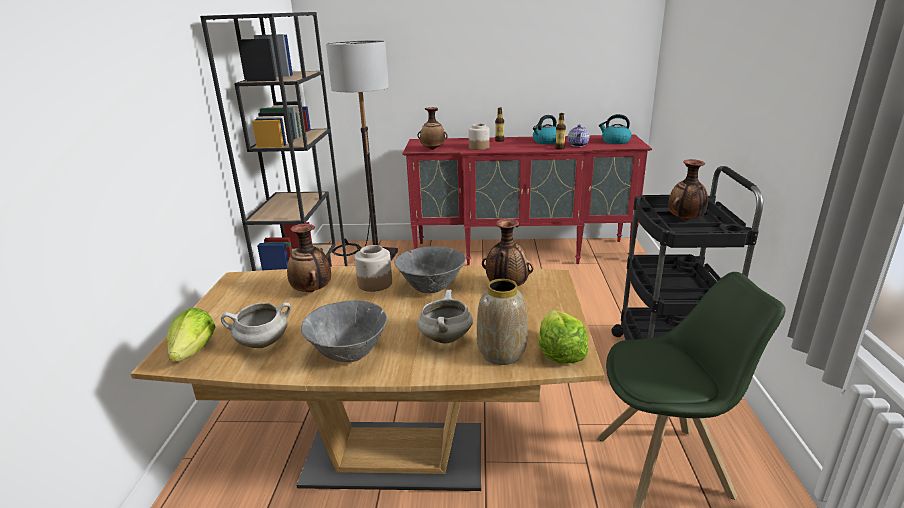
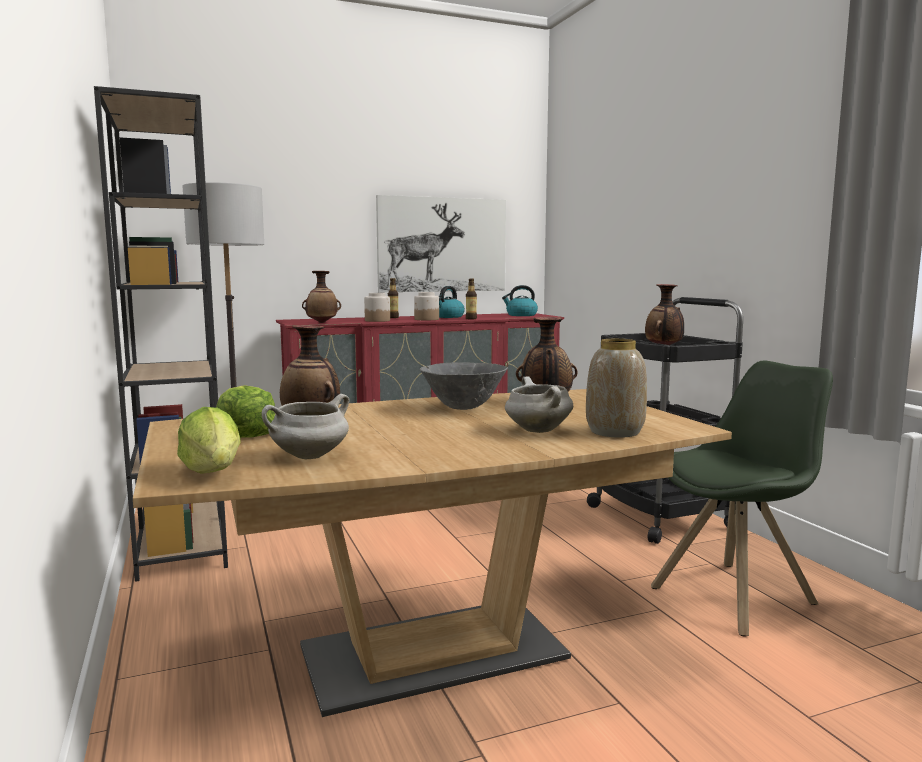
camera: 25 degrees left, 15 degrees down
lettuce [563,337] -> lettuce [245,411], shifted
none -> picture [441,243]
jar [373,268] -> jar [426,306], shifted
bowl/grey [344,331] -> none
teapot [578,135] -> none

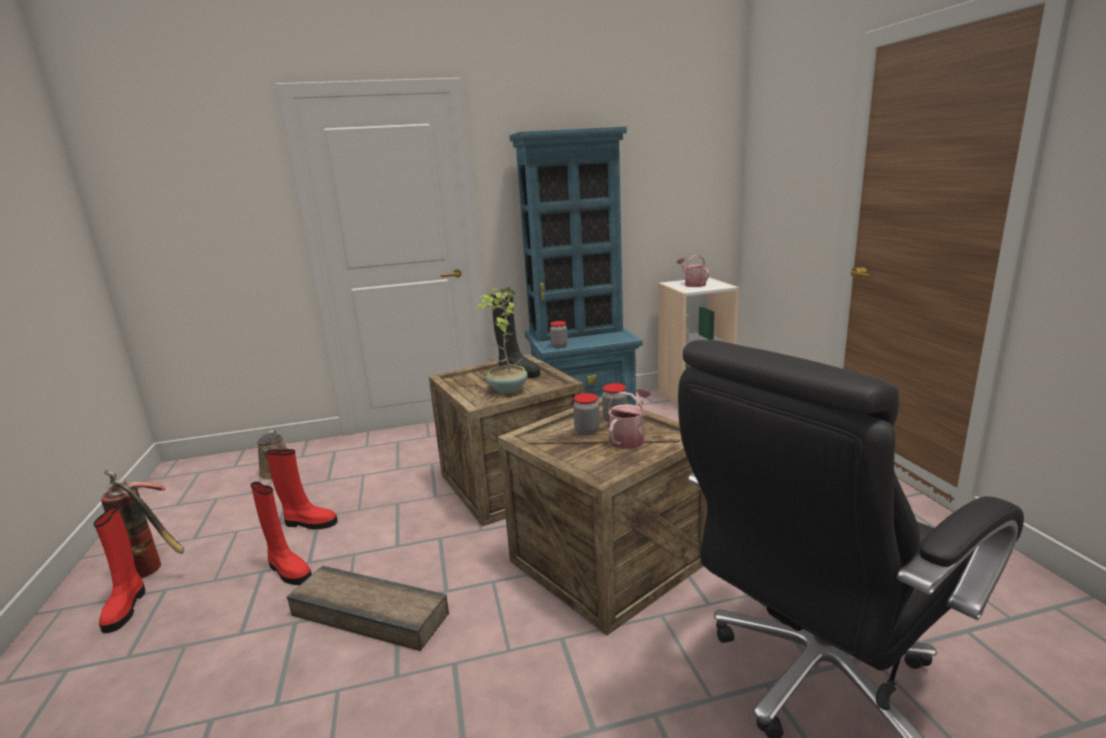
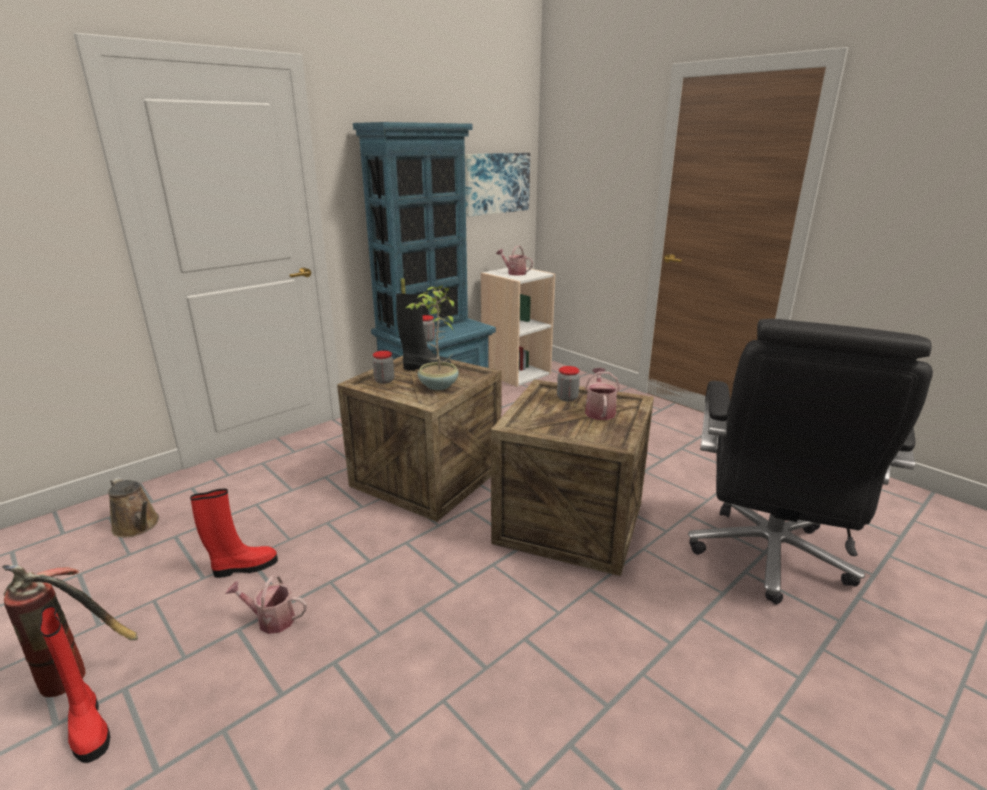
camera: 30 degrees left, 5 degrees up
boot/red [281,533] -> watering can [266,604]
jar [586,414] -> jar [383,367], shifted
none -> picture [497,184]
crate [368,608] -> none

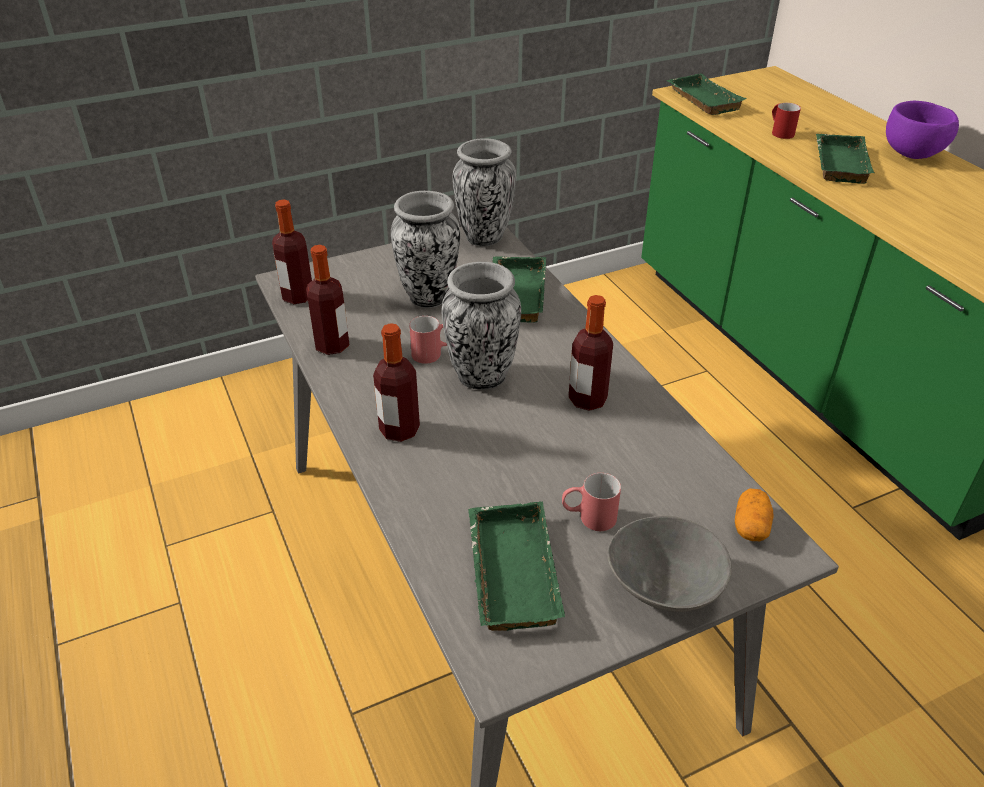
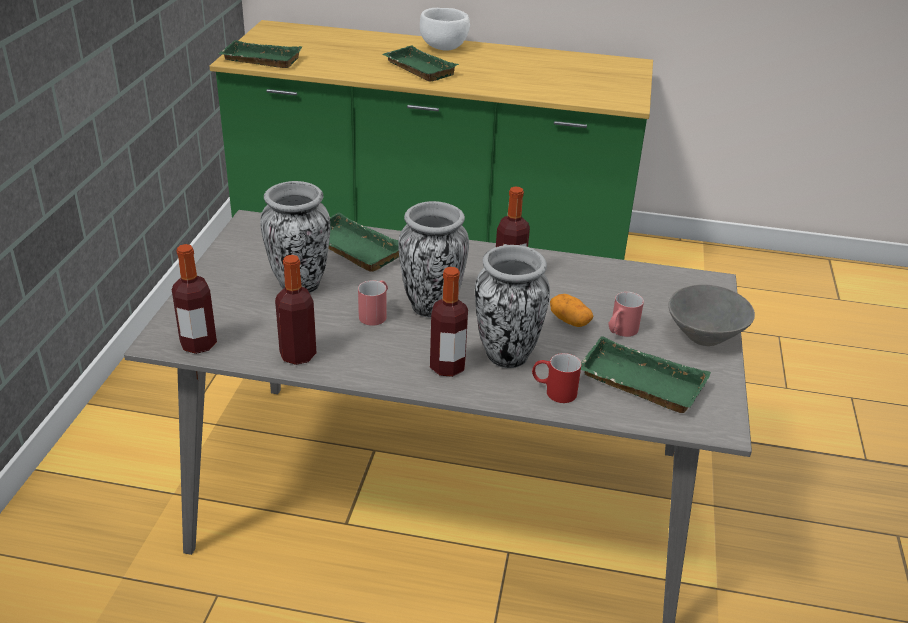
camera: 55 degrees left, 5 degrees down
bowl/purple [922,130] -> bowl/white [445,29]
vase [484,192] -> vase [512,306], shifted
mug/red [786,121] -> mug/red [556,378], shifted
potato [754,515] -> potato [571,310], shifted

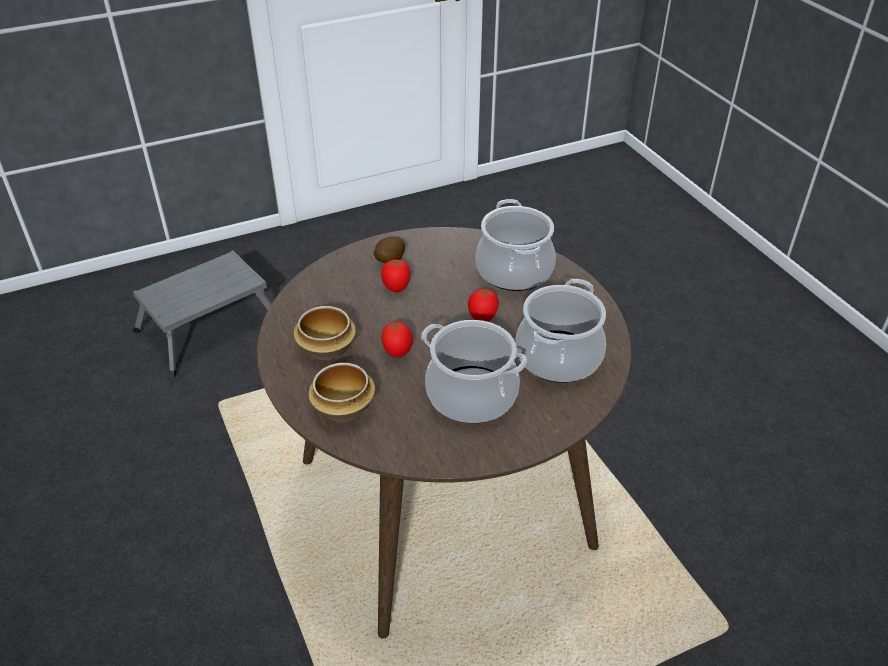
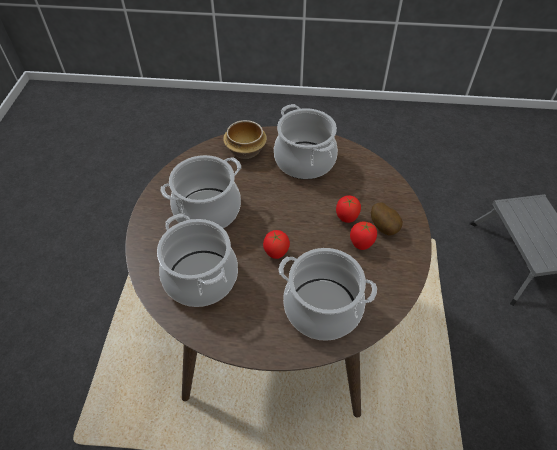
camera: 120 degrees right, 10 degrees up
bowl [325,333] -> cooking pot [306,141]
tomato [397,340] -> tomato [363,235], shifted

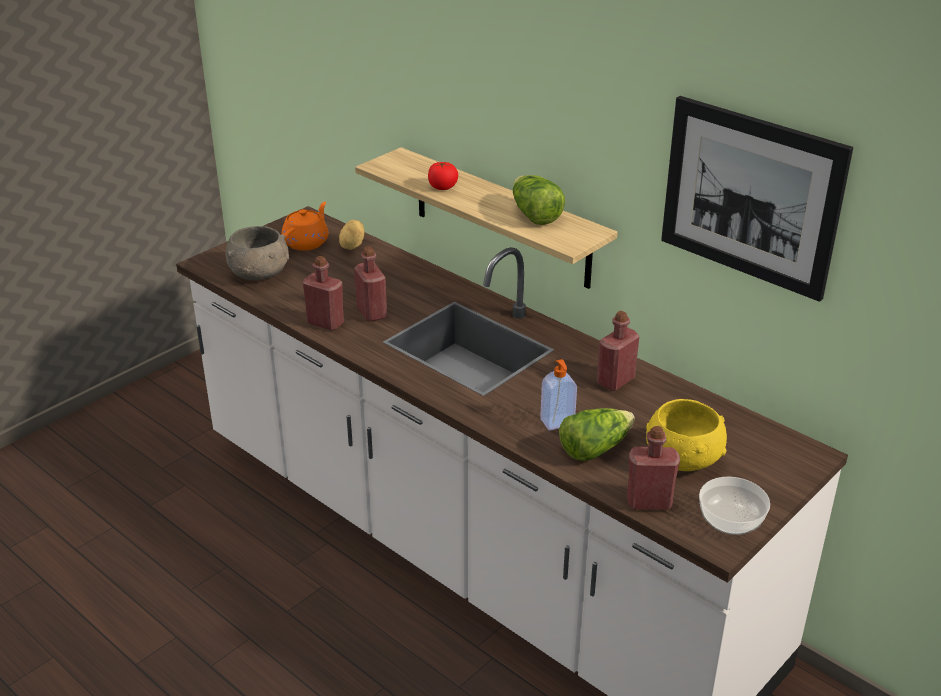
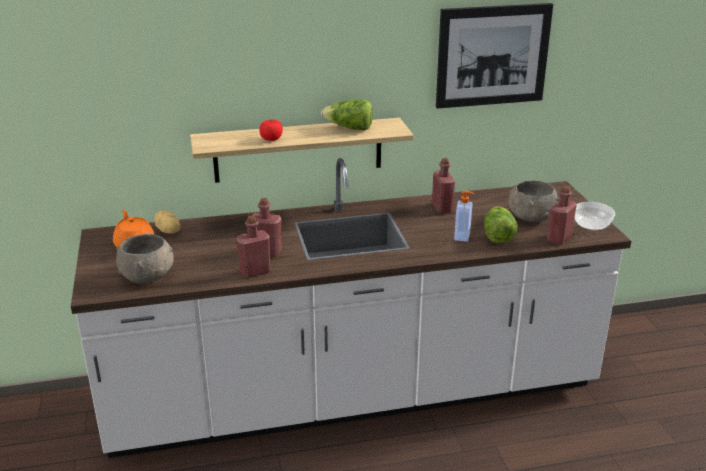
camera: 55 degrees left, 5 degrees down
bowl/yellow [686,435] -> bowl/grey [533,201]

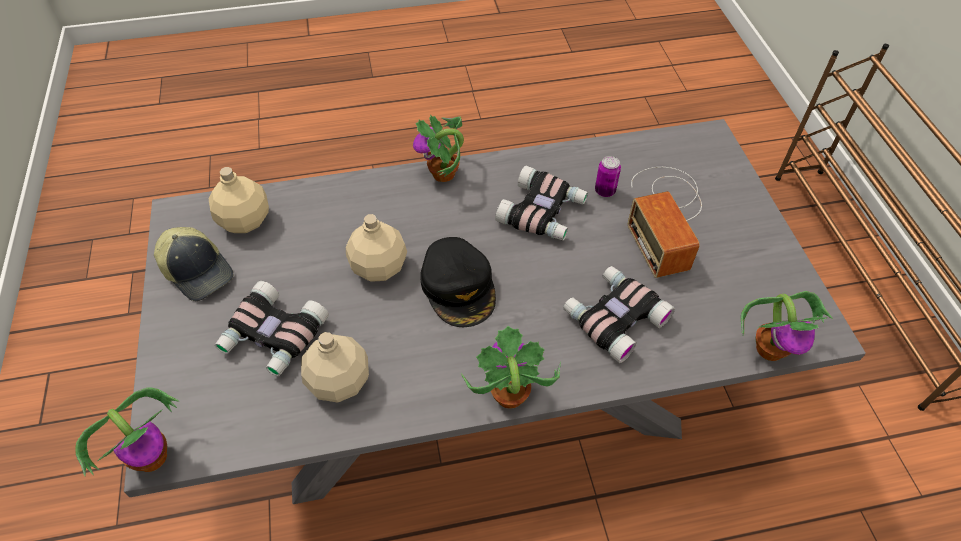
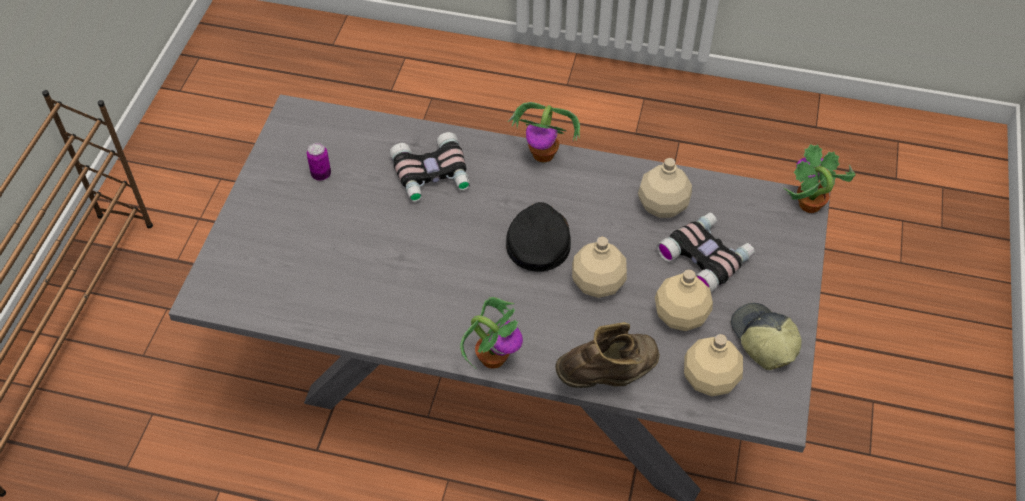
camera: 155 degrees left, 0 degrees up
can [608,176] -> can [319,162], shifted
none -> boot/brown [607,355]
none -> bottle/beige [684,300]
binoculars [541,203] -> none
radio [665,222] -> none
potted plant [786,326] -> none

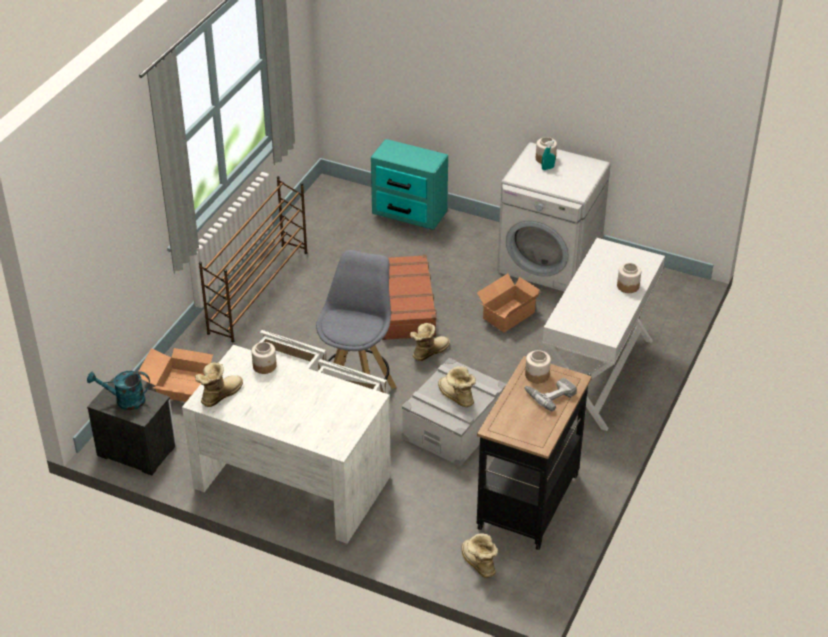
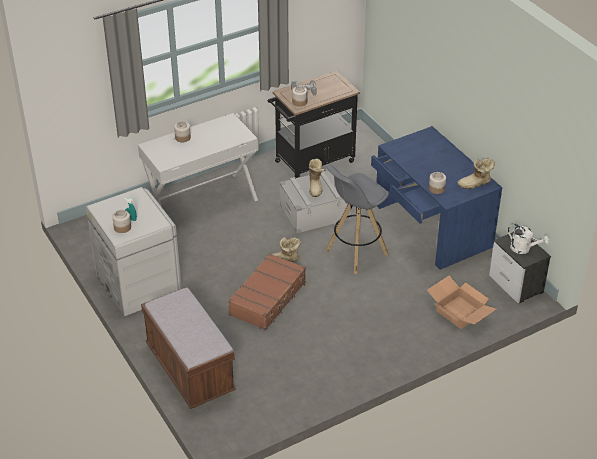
camera: 145 degrees left, 0 degrees up
nightstand/turquoise [409,184] -> bench/brown [188,348]
desk/white [286,437] -> desk/blue [436,198]
watering can/turquoise [118,390] -> watering can/white [529,238]
shoe rack/brown [253,259] -> none
boot [479,555] -> none
cardboard box [508,303] -> none

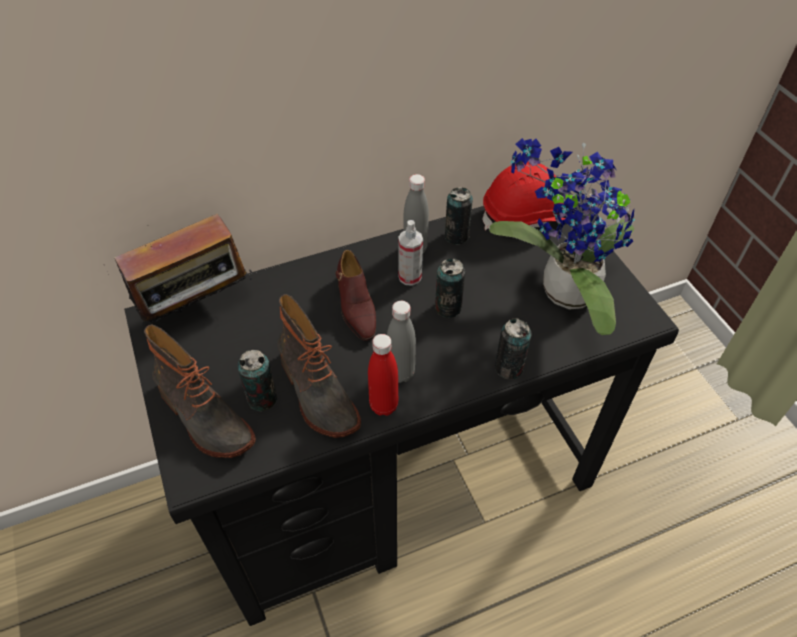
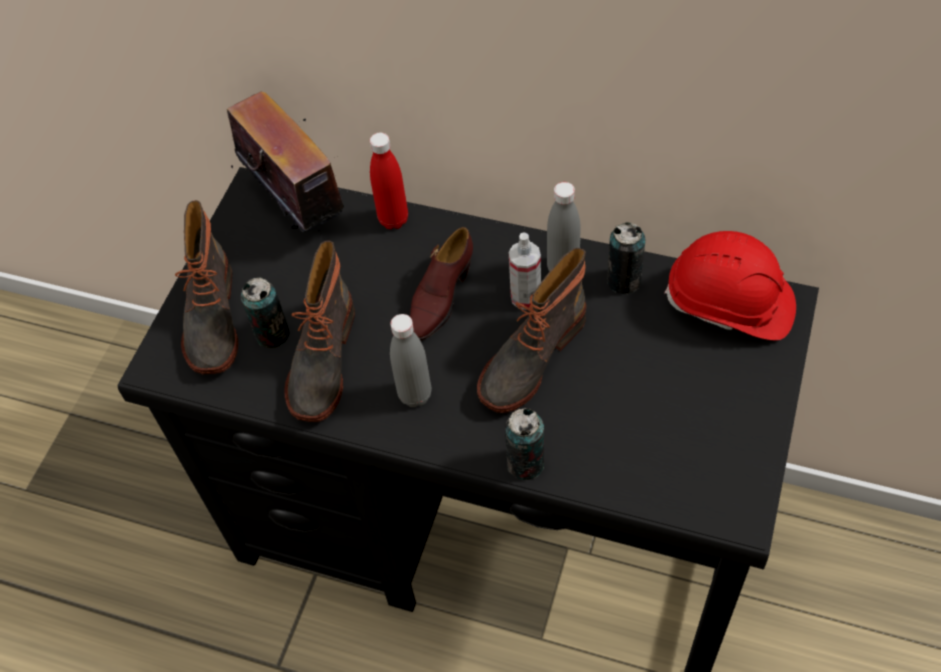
camera: 45 degrees right, 5 degrees up
radio [183,269] -> radio [285,165], 135 degrees counterclockwise
bottle/red [383,375] -> bottle/red [389,180], shifted
can [450,288] -> boot [531,330]
potted plant [562,236] -> none

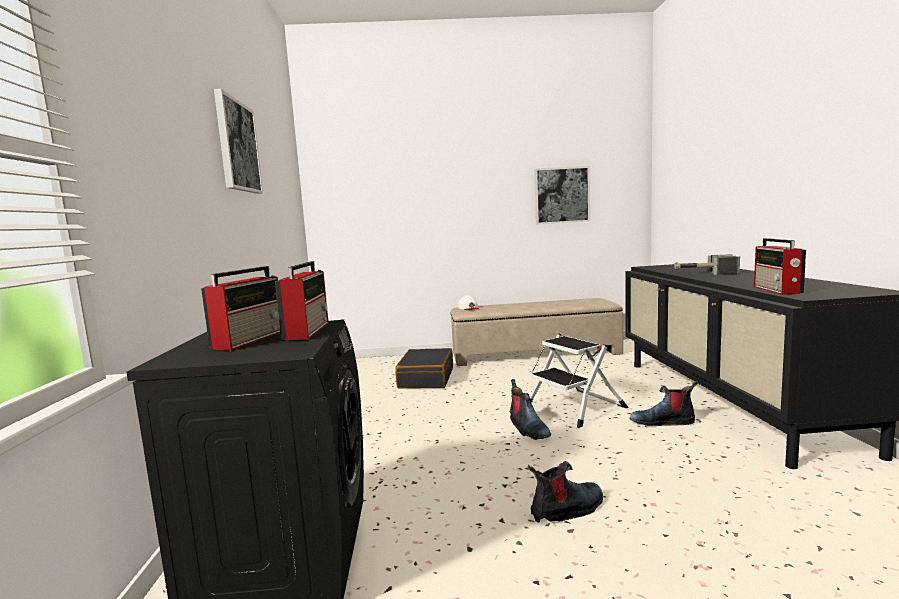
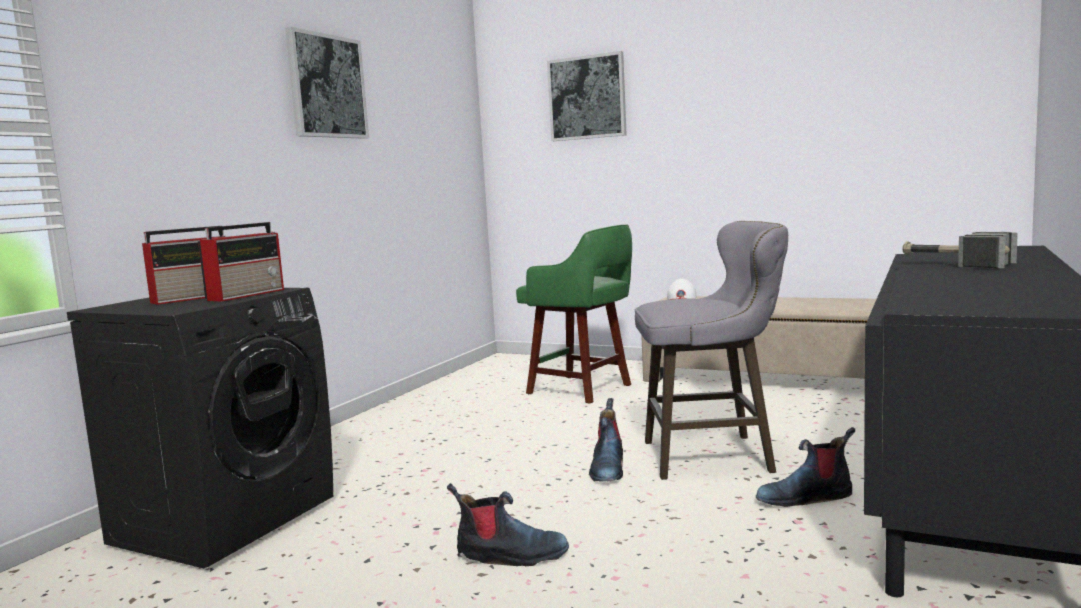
camera: 30 degrees right, 0 degrees up
suitcase/black [424,368] -> stool/green [574,314]
picture [562,195] -> picture [587,96], shifted
step ladder [579,381] -> stool/grey [711,350]
boot [664,403] -> boot [805,467], 45 degrees counterclockwise
radio [780,266] -> none

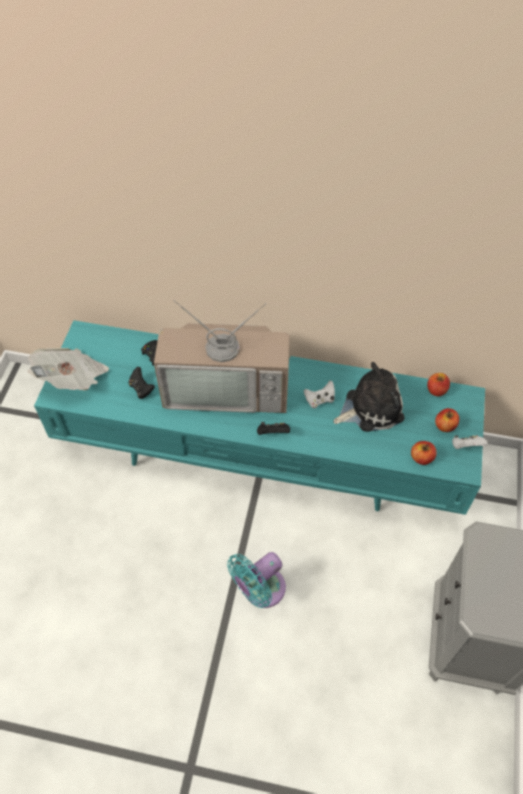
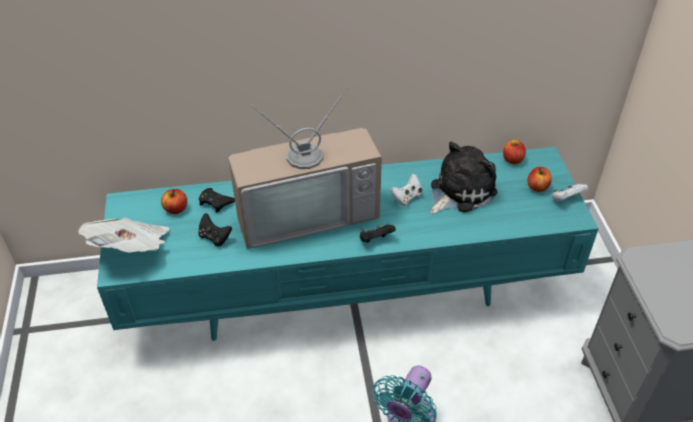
camera: 20 degrees left, 10 degrees down
apple [424,453] -> apple [174,201], shifted

